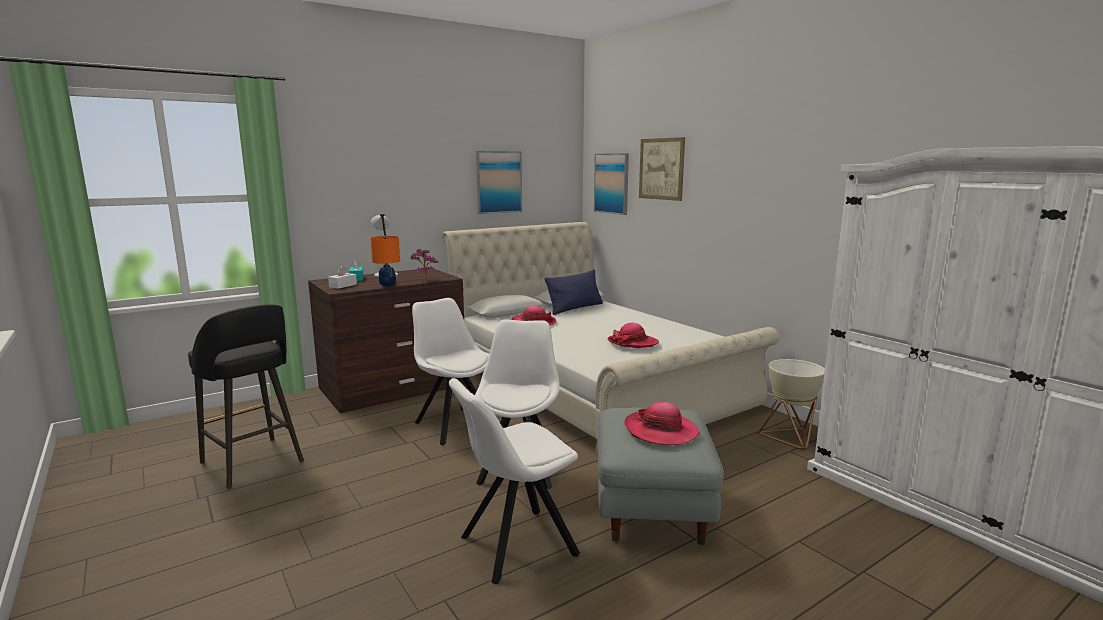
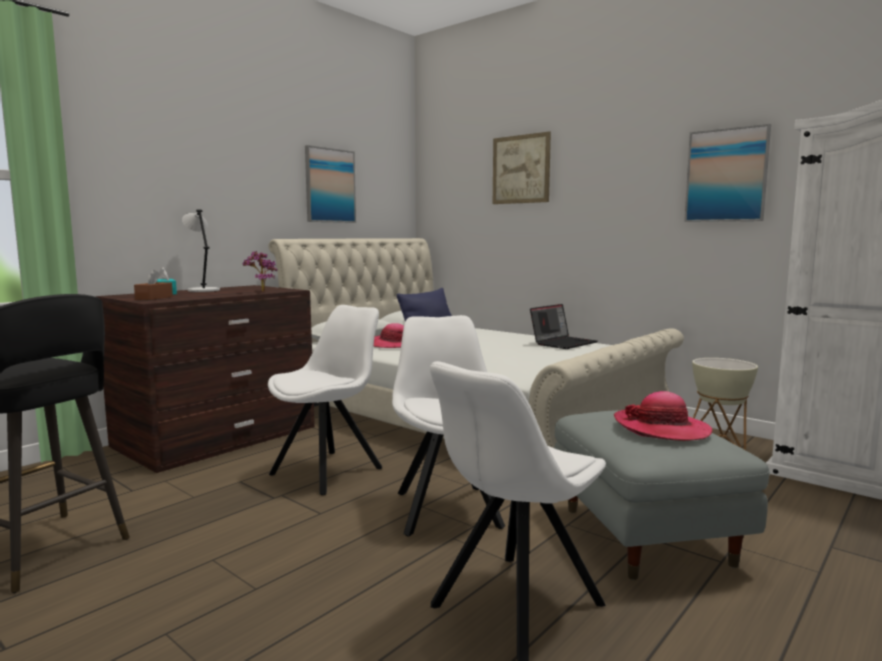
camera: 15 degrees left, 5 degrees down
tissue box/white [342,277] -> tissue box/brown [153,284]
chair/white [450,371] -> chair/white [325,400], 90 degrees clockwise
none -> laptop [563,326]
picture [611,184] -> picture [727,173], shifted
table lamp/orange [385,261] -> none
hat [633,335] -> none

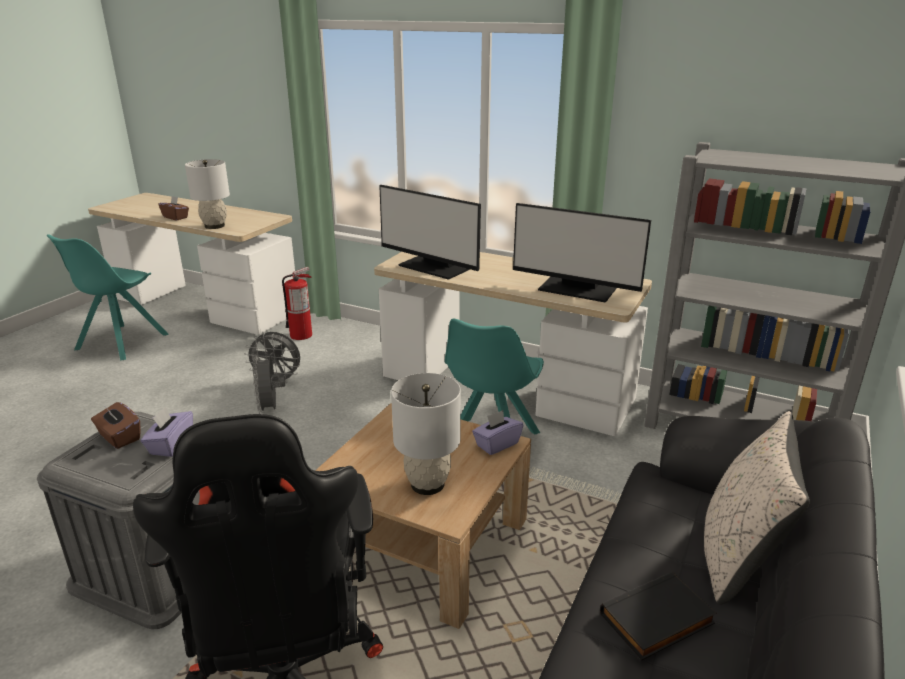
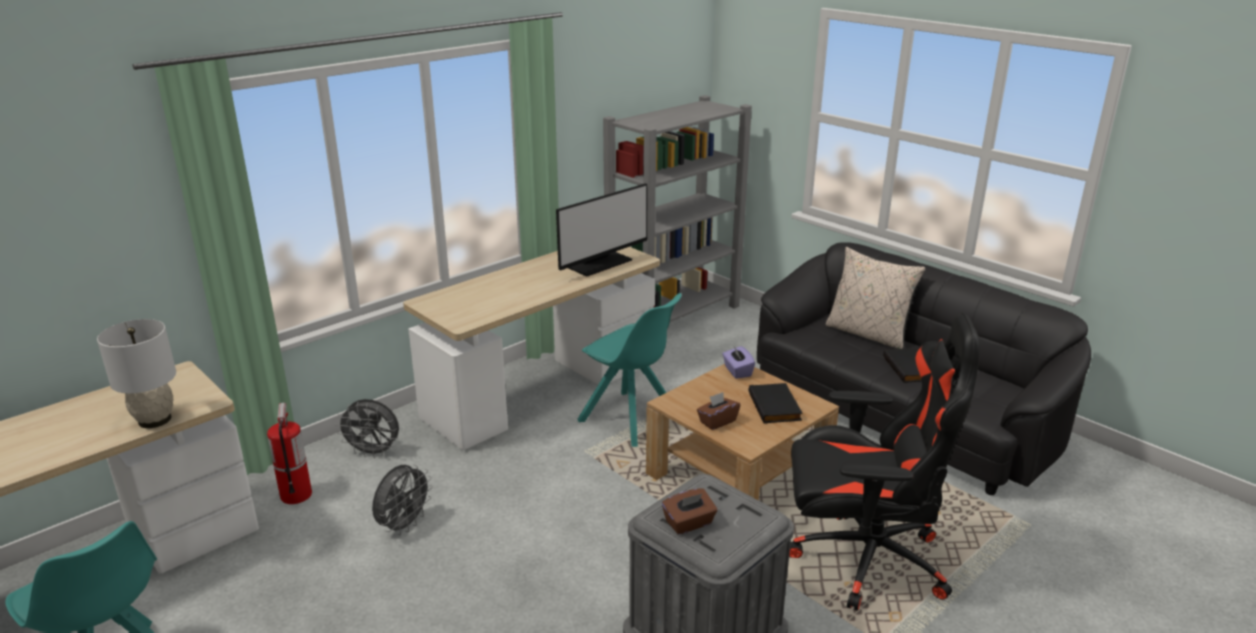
camera: 70 degrees left, 0 degrees up
fan/grey [269,384] -> fan/grey [367,428], shifted
tissue box/brown [174,208] -> tissue box/brown [718,411], shifted
table lamp/white [426,434] -> book/black [775,403]
tissue box/purple [167,431] -> none
monitor [430,232] -> none

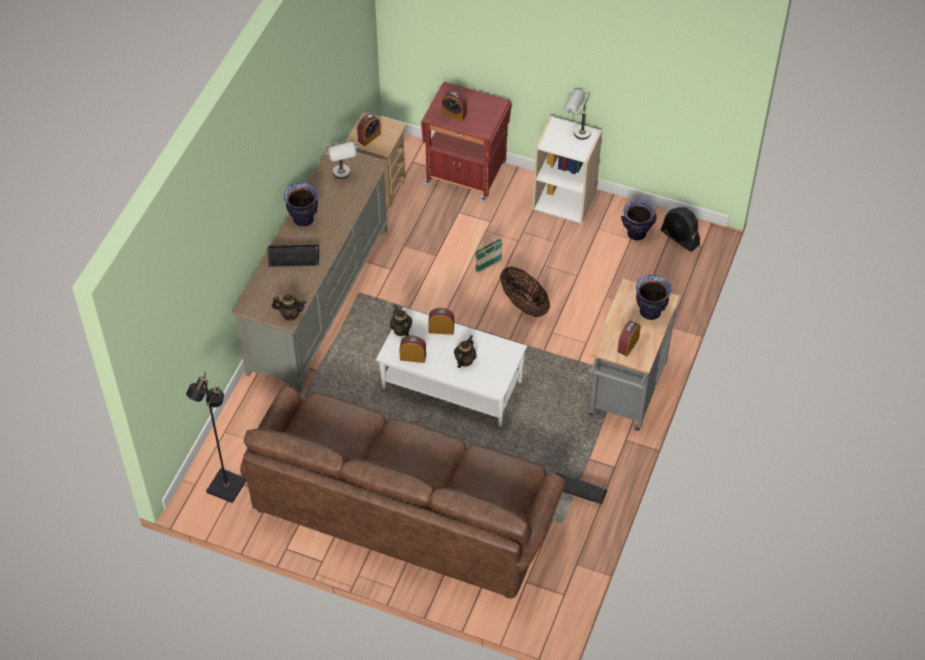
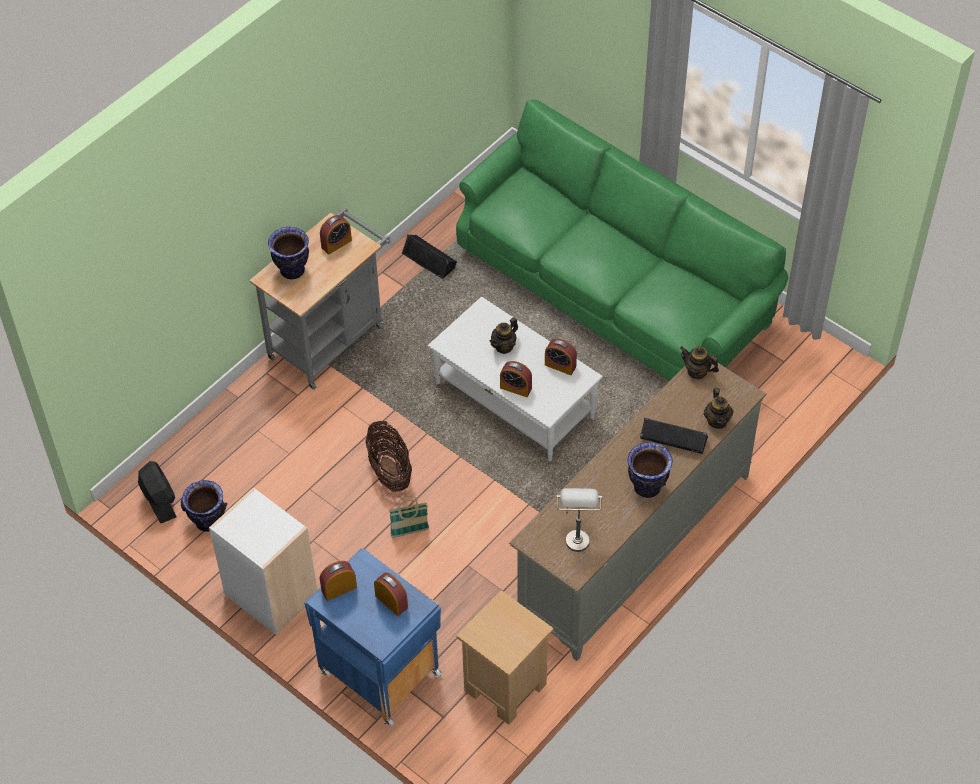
camera: 160 degrees left, 0 degrees up
cart/red [466,142] -> cart/blue [373,637]
alarm clock [369,130] -> alarm clock [338,581], shifted
sofa/brown [403,492] -> sofa/green [622,240]
teapot [401,320] -> teapot [718,408], shifted
floor lamp/black [216,437] -> none
table lamp/grey [577,115] -> none

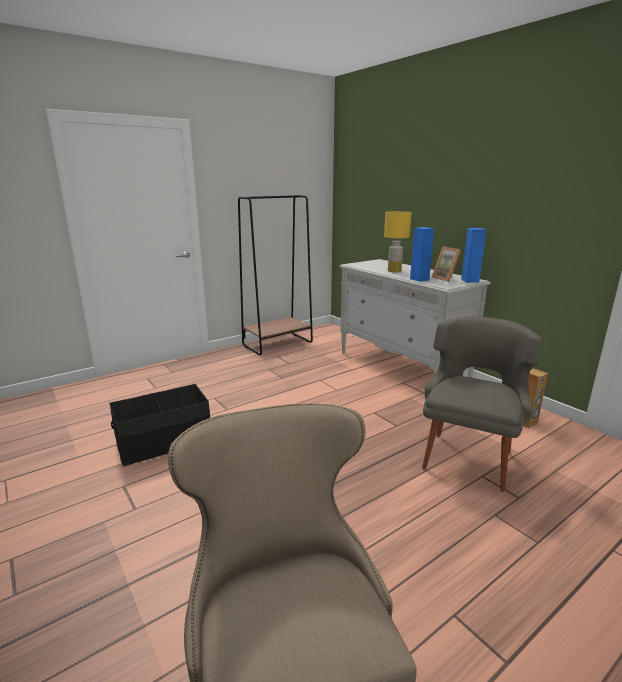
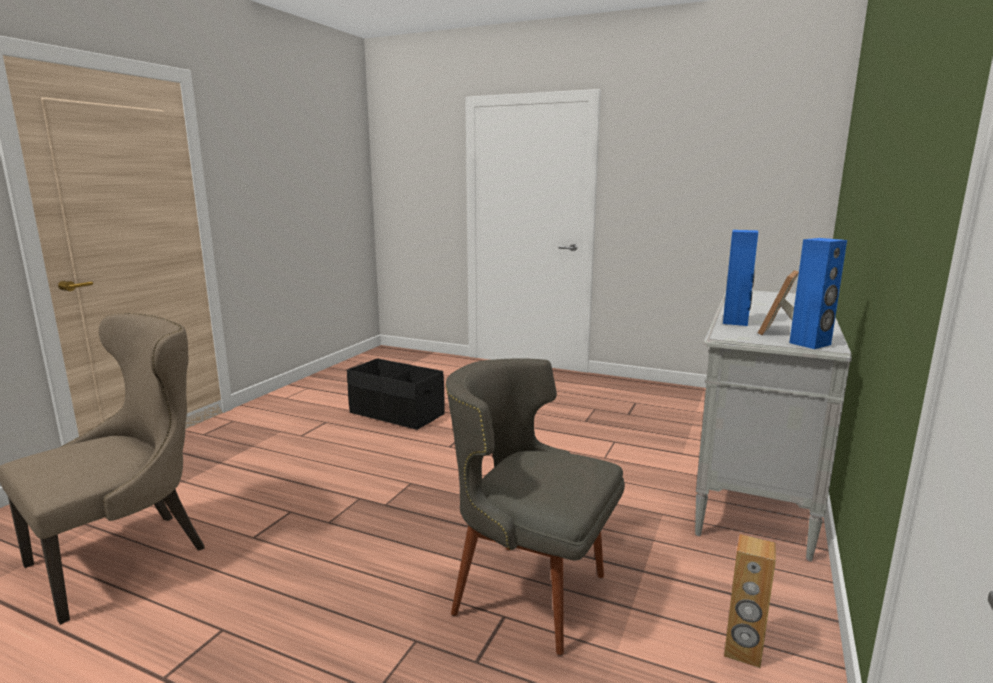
camera: 60 degrees right, 5 degrees down
chair/grey [482,404] -> chair/grey [535,506], 150 degrees counterclockwise
clothes rack [275,275] -> none
table lamp/yellow [397,241] -> none

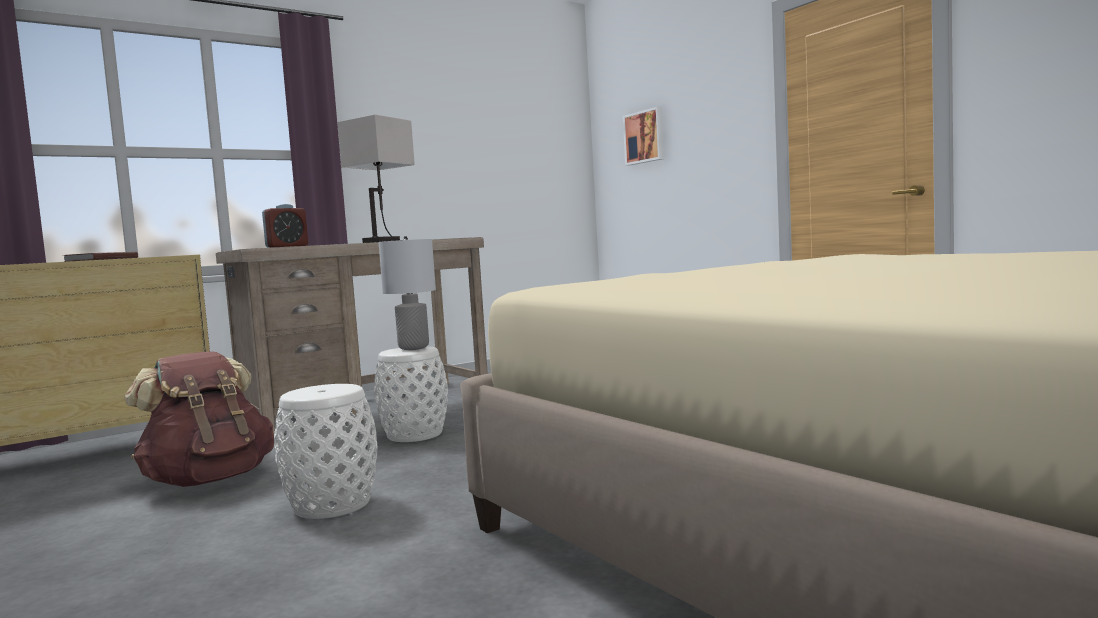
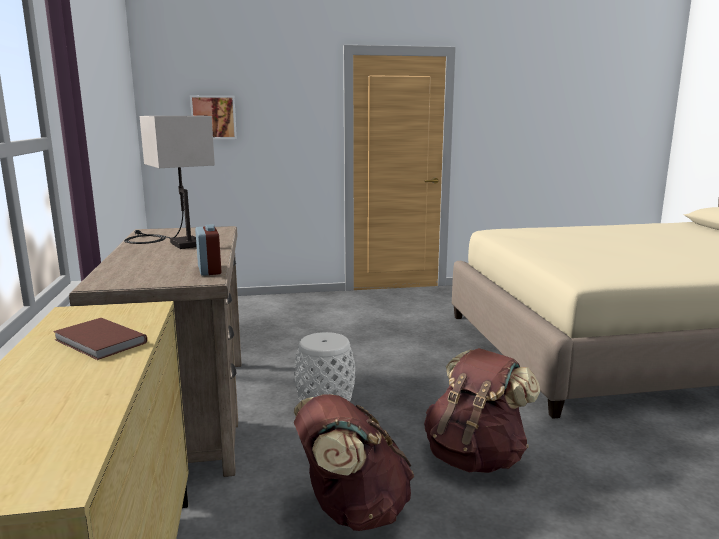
camera: 65 degrees left, 10 degrees up
stool/white [325,451] -> backpack/brown [482,410]
table lamp/grey [407,294] -> none

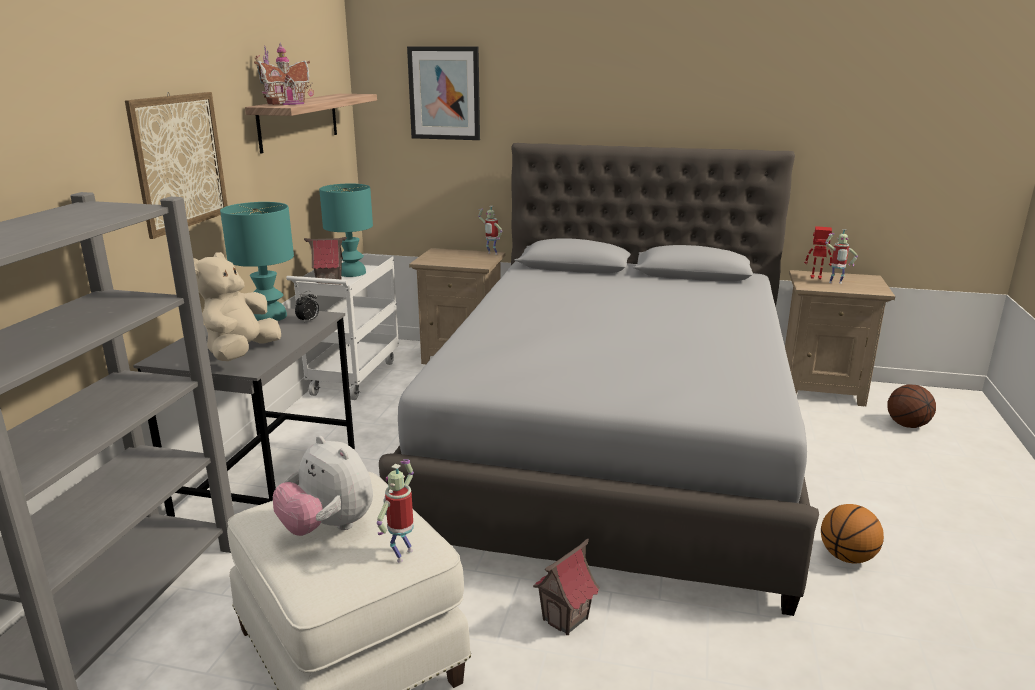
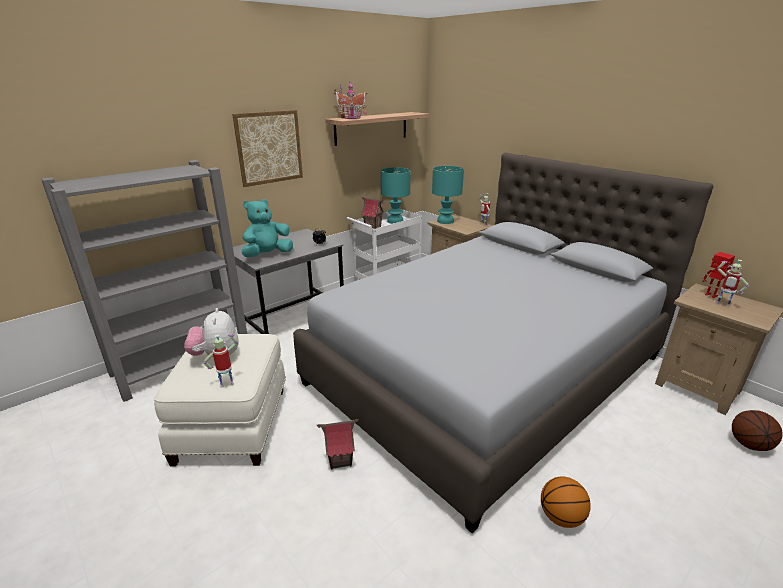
camera: 35 degrees right, 5 degrees up
plush toy/beige [237,306] -> plush toy/turquoise [267,228]
table lamp/turquoise [257,261] -> table lamp/turquoise [448,195], shifted
picture [443,93] -> none

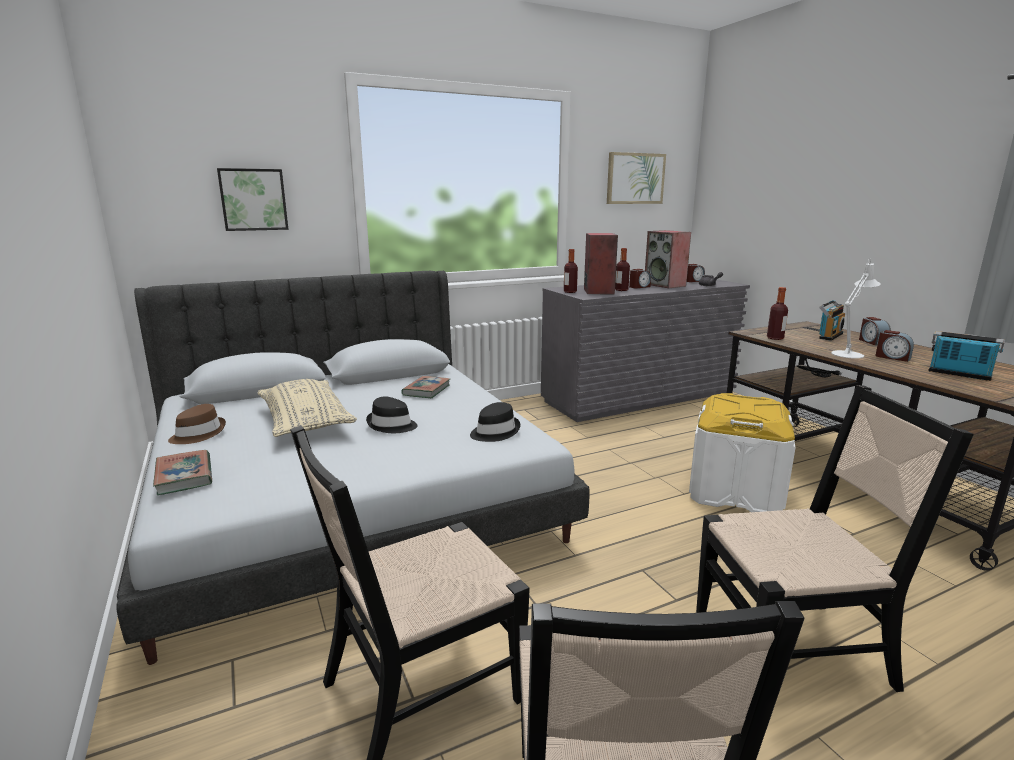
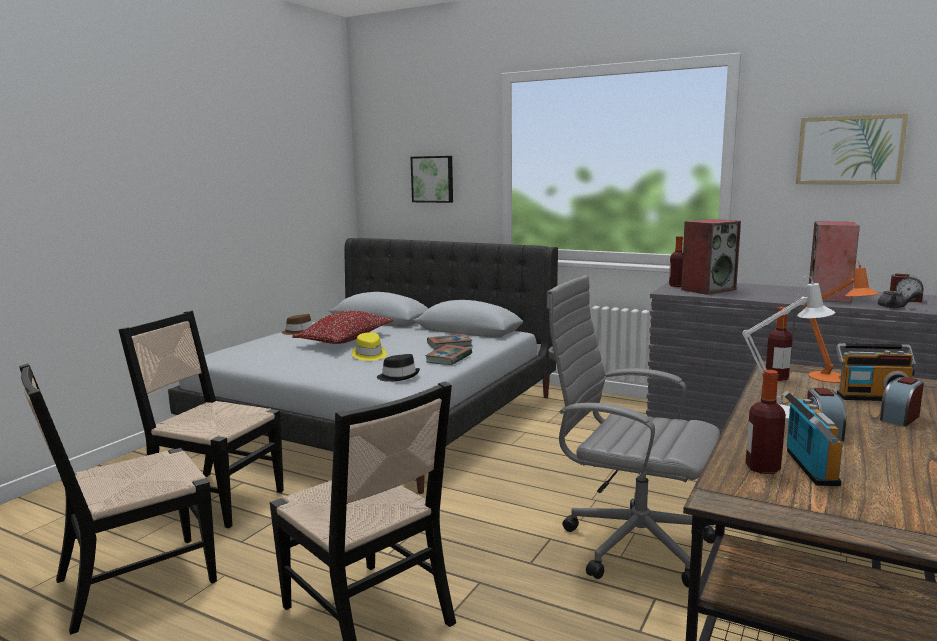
camera: 55 degrees right, 5 degrees down
pillow/beige [307,408] -> pillow/red [342,327]
hat/black [392,414] -> hat/yellow [369,346]
book [182,472] -> book [448,355], shifted
storage box/white [742,452] -> office chair/grey [633,431]
bottle [622,269] -> bottle [766,422], shifted
none -> table lamp/orange [841,321]
alarm clock [640,278] -> none

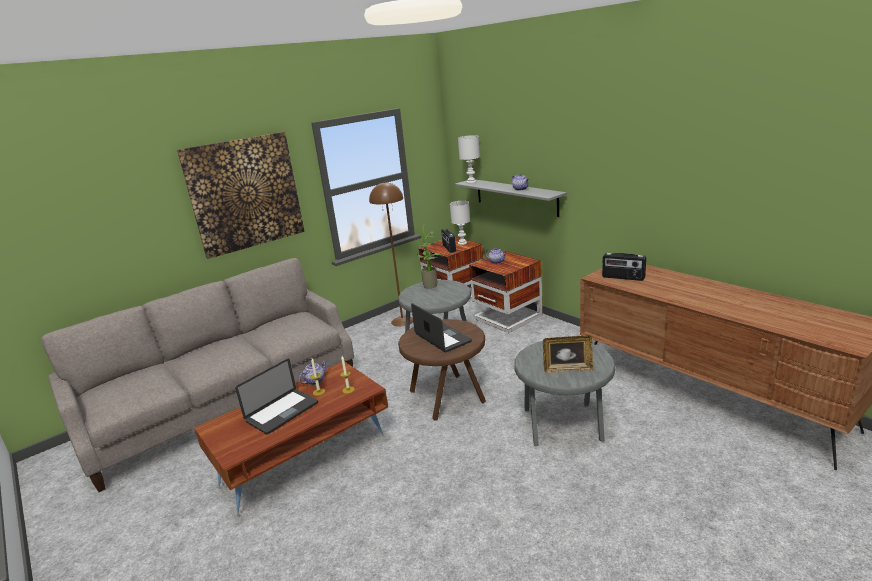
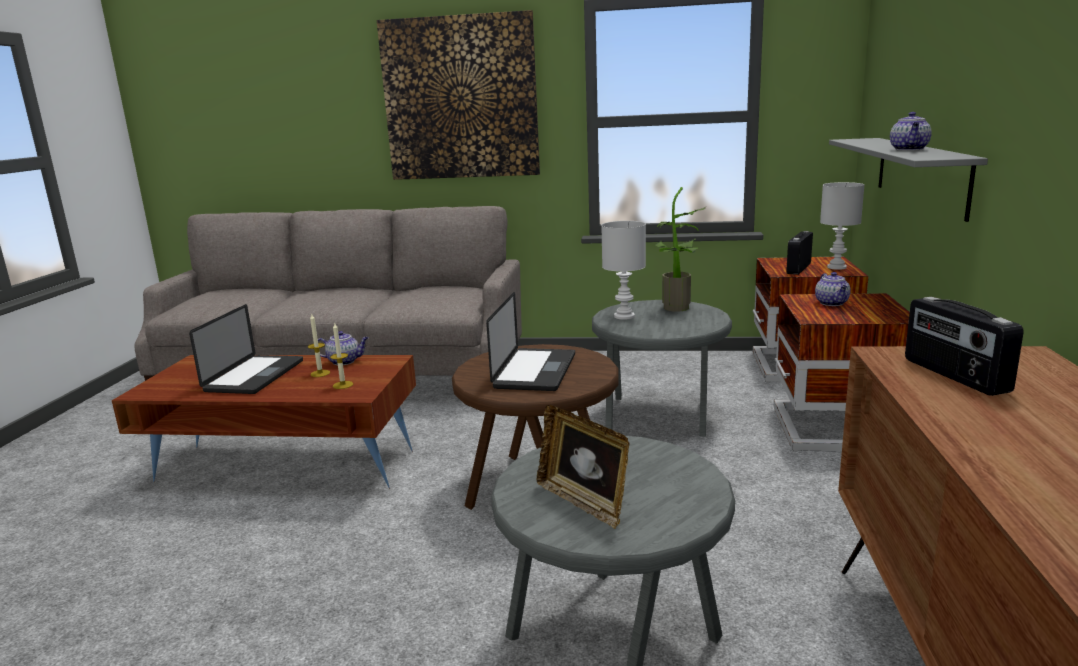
camera: 45 degrees right, 5 degrees down
laptop [276,396] -> laptop [246,349], 75 degrees counterclockwise
table lamp/white [469,159] -> table lamp/white [623,270], shifted
floor lamp/brown [391,254] -> none

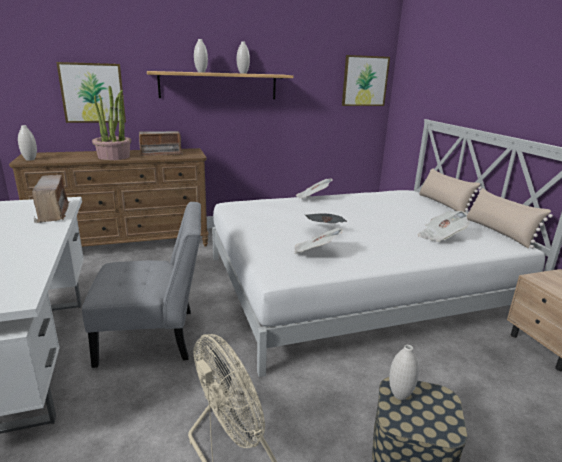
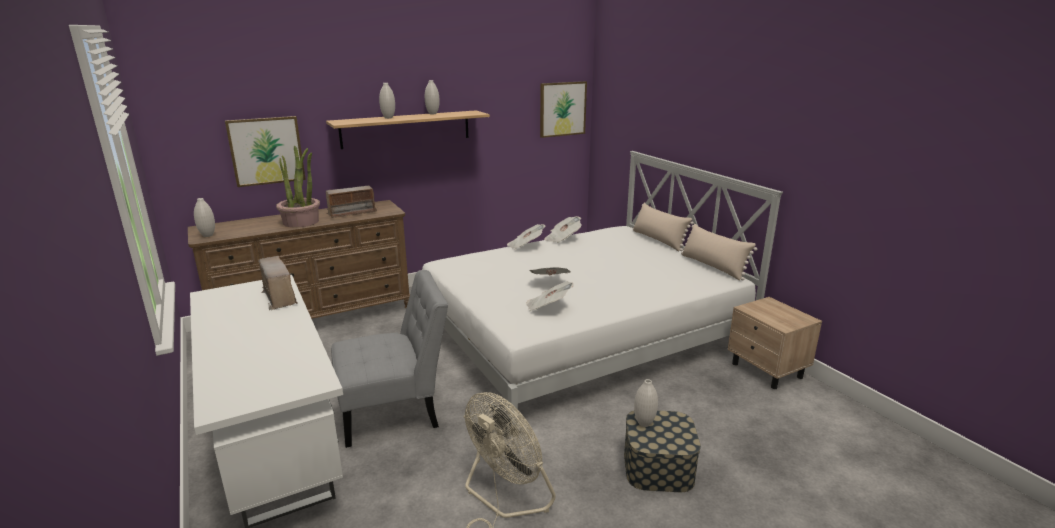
camera: 10 degrees left, 0 degrees up
newspaper [443,226] -> newspaper [563,229], shifted

